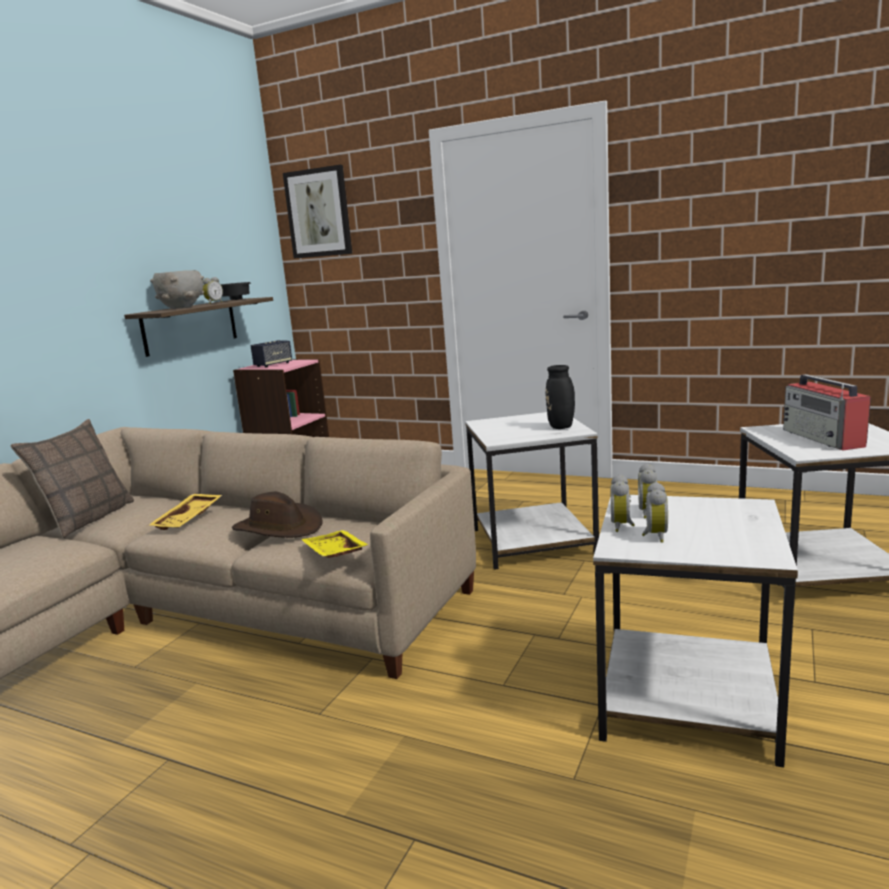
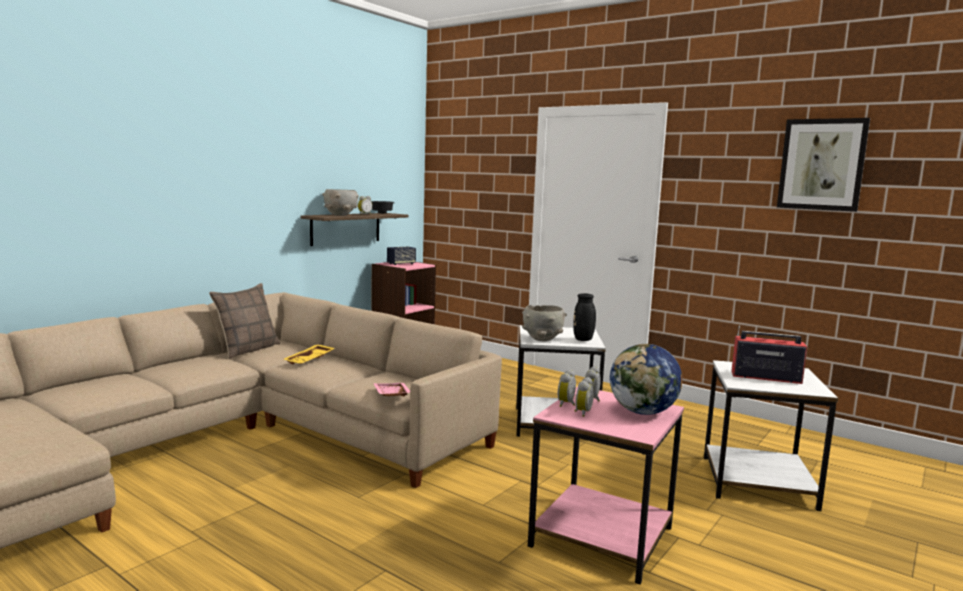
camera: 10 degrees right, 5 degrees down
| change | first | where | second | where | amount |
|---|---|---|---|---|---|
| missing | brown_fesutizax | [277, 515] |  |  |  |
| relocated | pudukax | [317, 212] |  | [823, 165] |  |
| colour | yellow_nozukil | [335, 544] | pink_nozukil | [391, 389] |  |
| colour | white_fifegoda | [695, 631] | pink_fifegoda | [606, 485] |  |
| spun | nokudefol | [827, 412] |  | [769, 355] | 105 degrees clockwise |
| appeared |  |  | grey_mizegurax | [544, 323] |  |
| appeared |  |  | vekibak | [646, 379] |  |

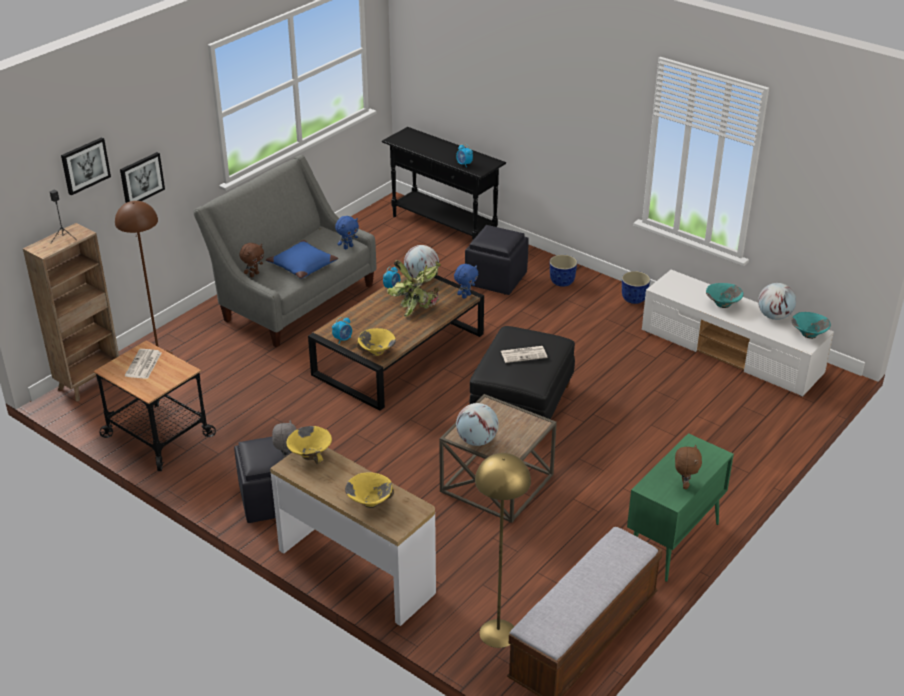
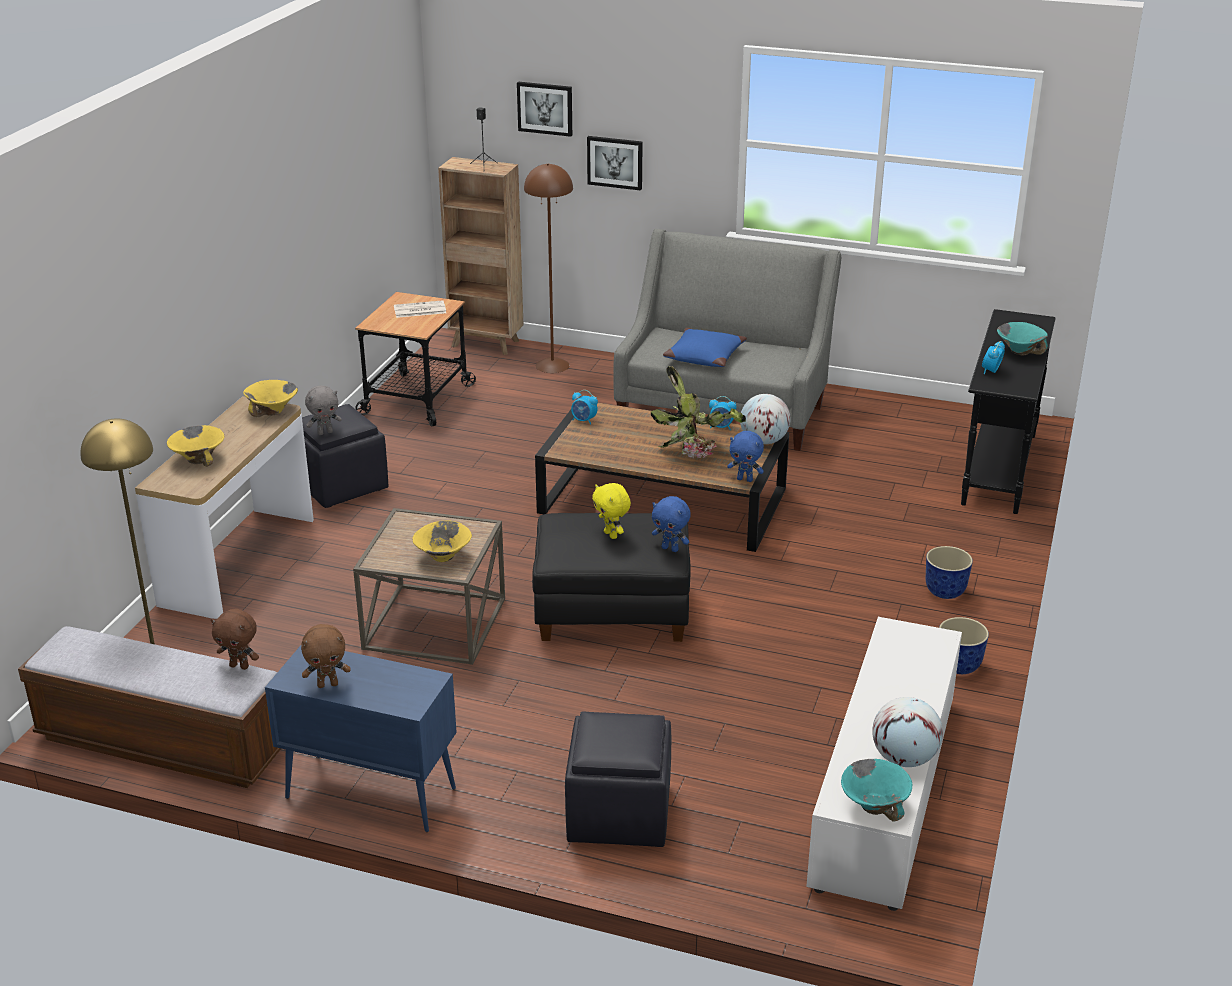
camera: 70 degrees right, 5 degrees down
| change | first | where | second | where | amount |
|---|---|---|---|---|---|
| relocated | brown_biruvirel | [251, 260] |  | [235, 639] |  |
| relocated | blue_biruvirel | [347, 233] |  | [671, 524] |  |
| relocated | yellow_mizegurax | [376, 342] |  | [442, 541] |  |
| missing | vekibak | [477, 424] |  |  |  |
| relocated | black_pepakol | [497, 260] |  | [618, 779] |  |
| exchanged | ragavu | [524, 354] | yellow_biruvirel | [611, 511] |  |
| colour | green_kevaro | [680, 507] | blue_kevaro | [361, 738] |  |
| relocated | turquoise_mizegurax | [724, 295] |  | [1022, 338] |  |

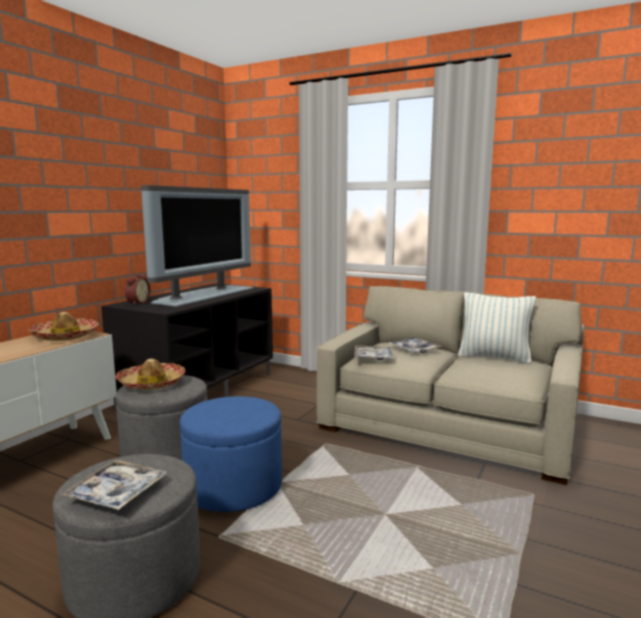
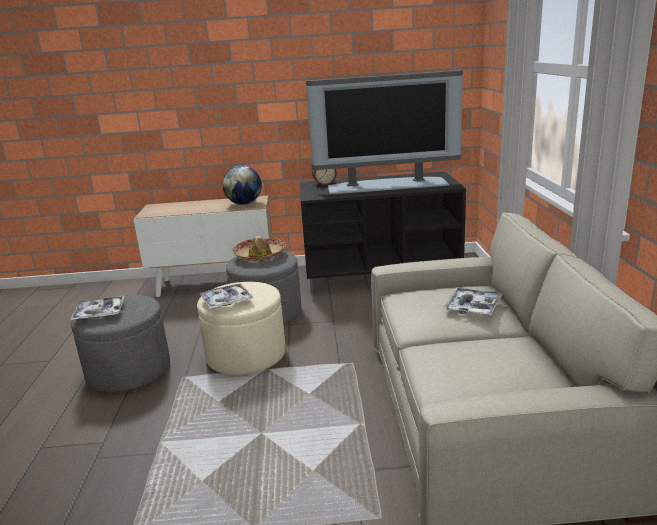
camera: 60 degrees right, 10 degrees up
| change | first | where | second | where | amount |
|---|---|---|---|---|---|
| exchanged | fesutizax | [63, 326] | vekibak | [242, 185] |  |
| colour | blue_pepakol | [231, 454] | beige_pepakol | [241, 328] |  |
| relocated | nozukil | [374, 353] |  | [226, 296] |  |
| missing | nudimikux | [497, 328] |  |  |  |

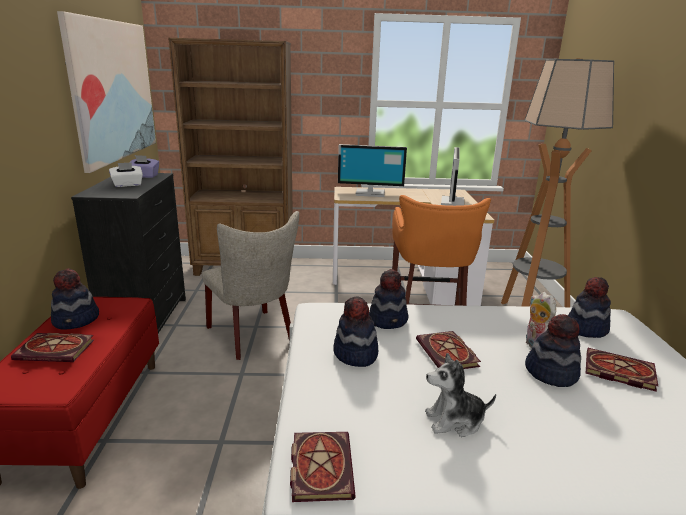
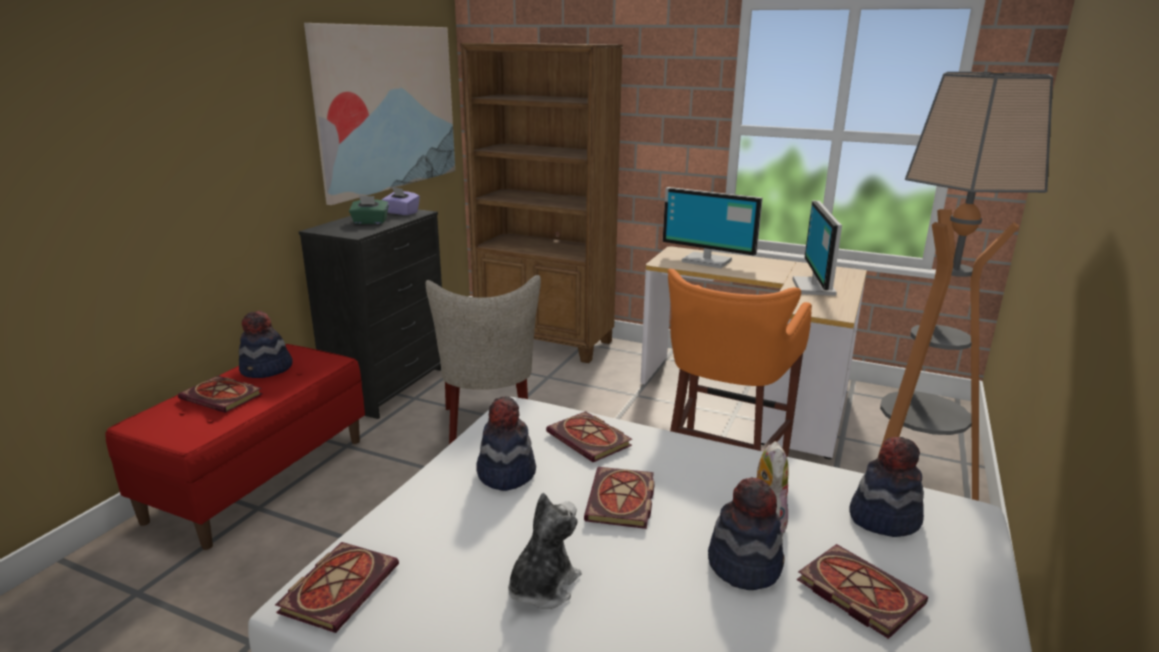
camera: 25 degrees right, 0 degrees up
| change | first | where | second | where | amount |
|---|---|---|---|---|---|
| colour | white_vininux | [126, 174] | green_vininux | [369, 210] |  |
| exchanged | fesutizax | [388, 299] | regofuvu | [589, 436] |  |
| spun | biruvirel | [460, 395] |  | [544, 551] | 105 degrees clockwise |
| spun | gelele | [452, 176] |  | [817, 248] | 150 degrees clockwise |

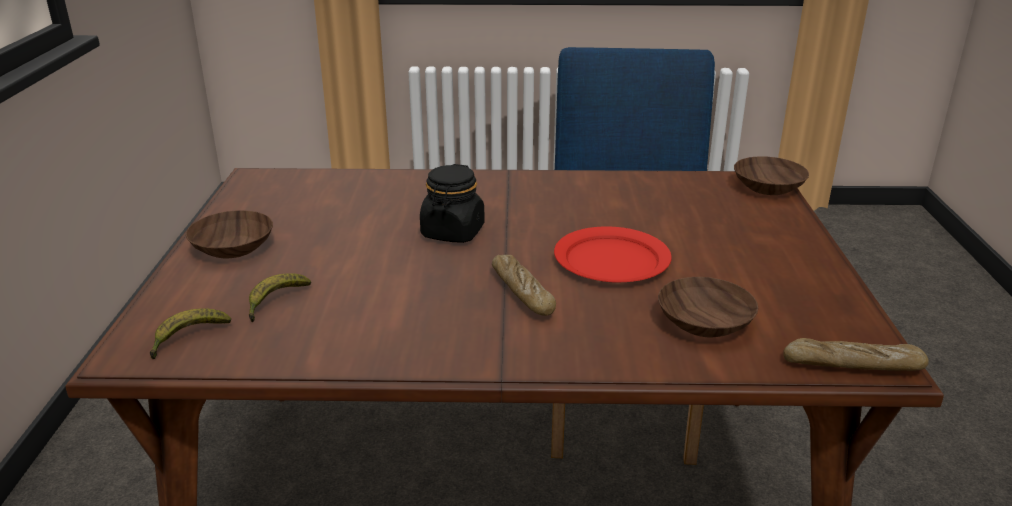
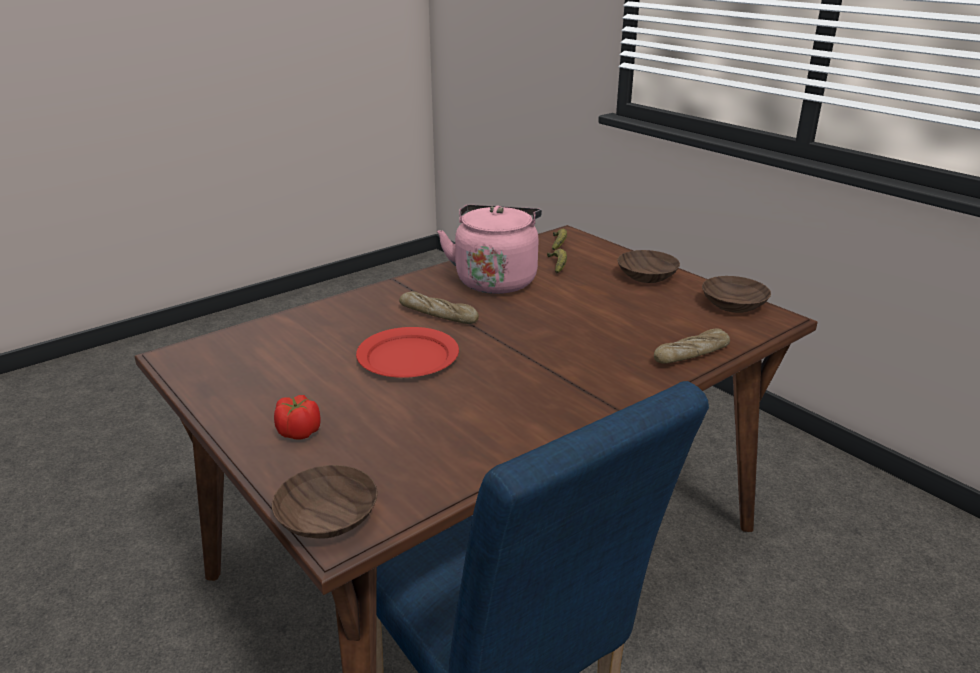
camera: 140 degrees right, 0 degrees up
| change | first | where | second | where | amount |
|---|---|---|---|---|---|
| missing | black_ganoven | [452, 203] |  |  |  |
| relocated | brown_mizegurax | [708, 307] |  | [736, 294] |  |
| relocated | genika | [856, 354] |  | [692, 346] |  |
| appeared |  |  | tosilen | [297, 417] |  |
| appeared |  |  | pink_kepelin | [489, 249] |  |

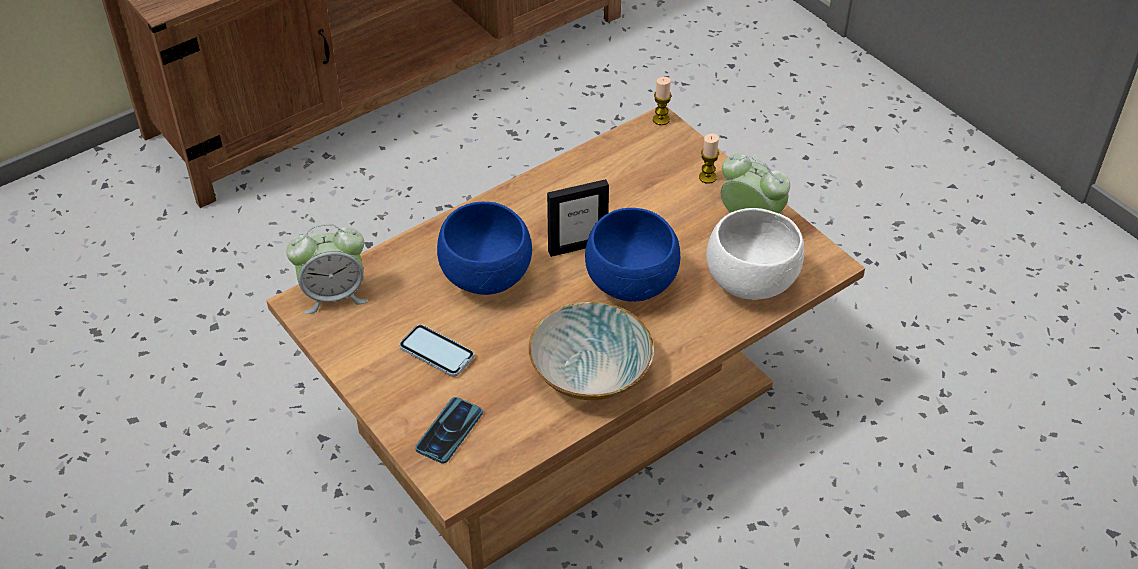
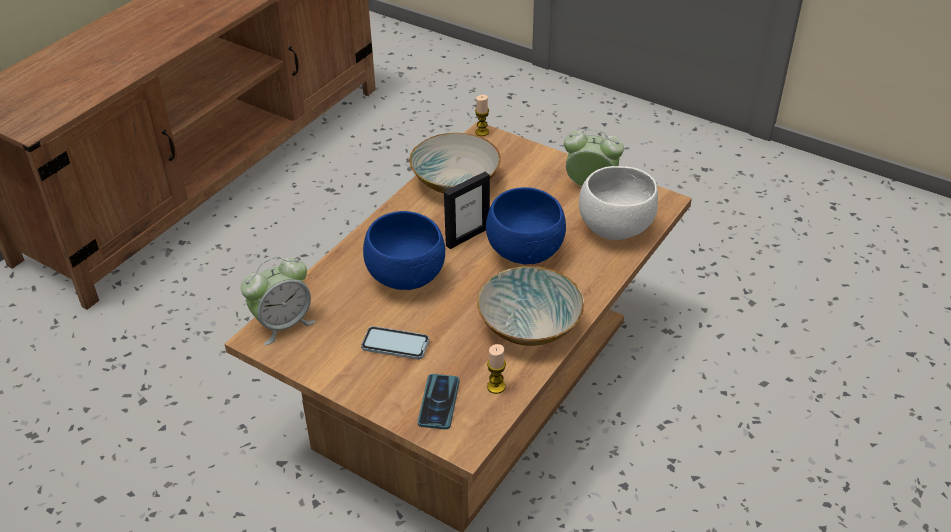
camera: 20 degrees left, 5 degrees down
| change | first | where | second | where | amount |
|---|---|---|---|---|---|
| relocated | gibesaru | [709, 159] |  | [496, 369] |  |
| appeared |  |  | mizegurax | [455, 163] |  |

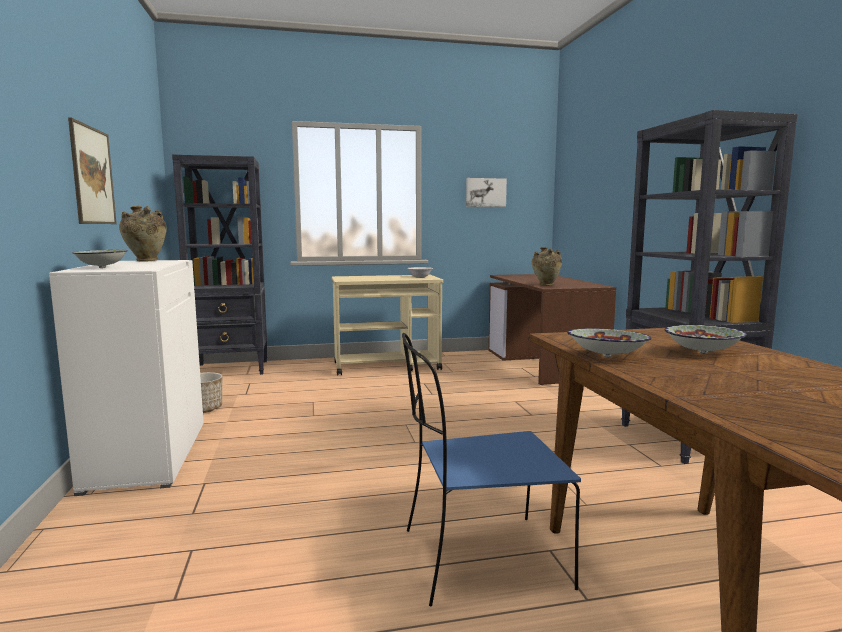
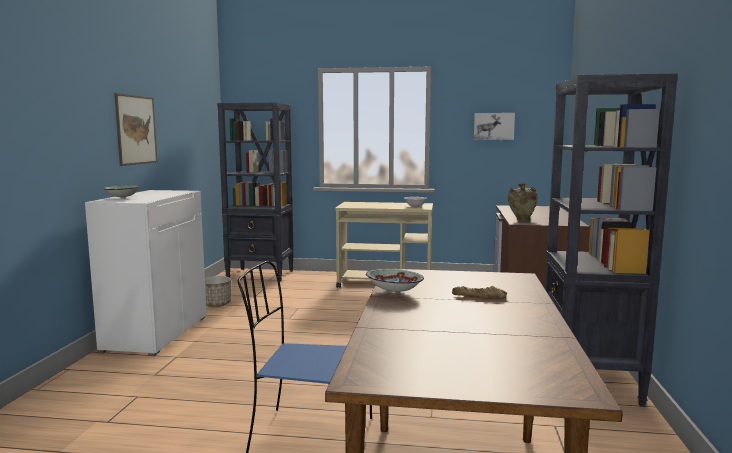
camera: 20 degrees right, 0 degrees up
| change | first | where | second | where | amount |
|---|---|---|---|---|---|
| missing | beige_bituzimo | [143, 234] |  |  |  |
| exchanged | mizegurax | [706, 339] | genika | [479, 292] |  |

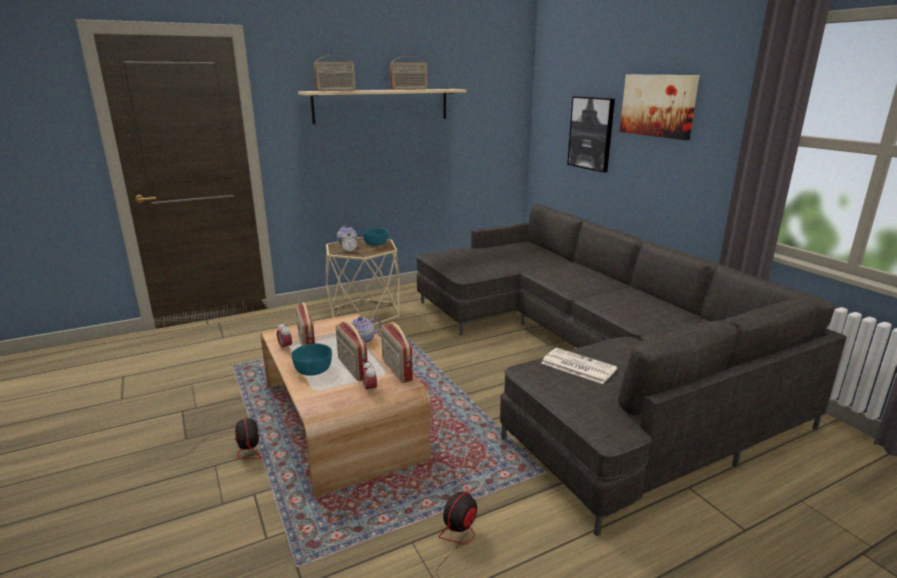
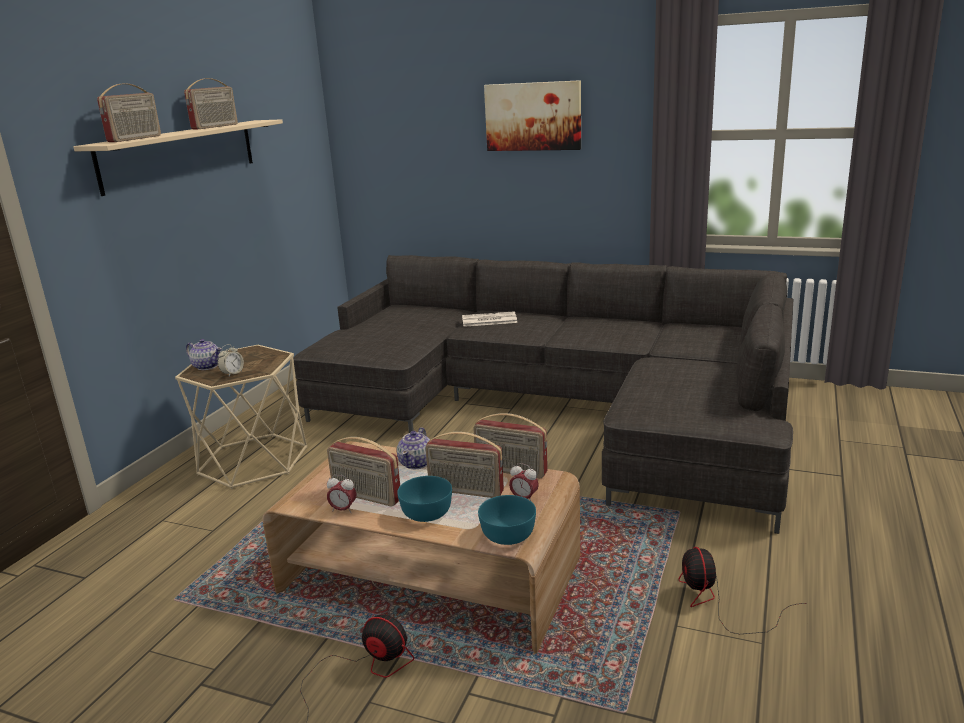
camera: 40 degrees left, 0 degrees up
| change | first | where | second | where | amount |
|---|---|---|---|---|---|
| relocated | turquoise_mizegurax | [375, 237] |  | [507, 520] |  |
| relocated | ragavu | [579, 366] |  | [489, 319] |  |
| missing | pudukax | [591, 134] |  |  |  |

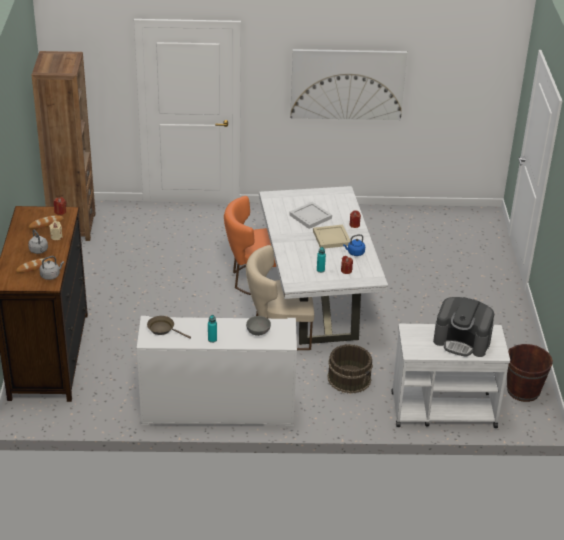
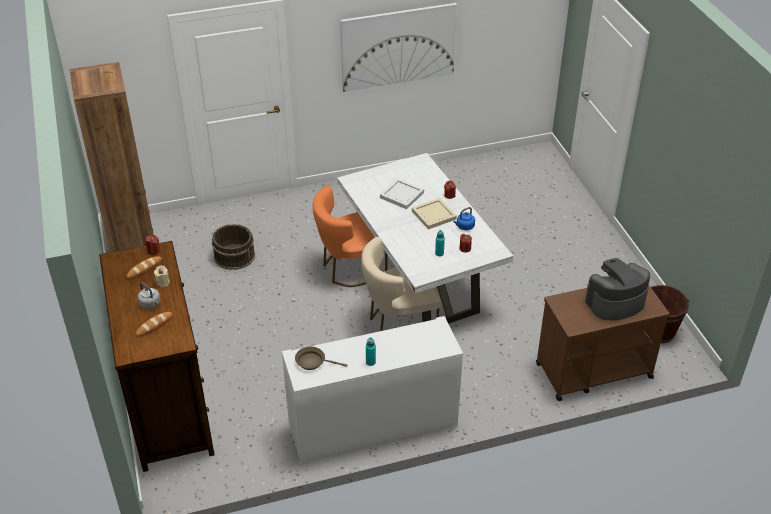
camera: 15 degrees left, 5 degrees up
| change | first | where | second | where | amount |
|---|---|---|---|---|---|
| missing | grey_kepelin | [52, 268] |  |  |  |
| missing | grey_mizegurax | [258, 326] |  |  |  |
| relocated | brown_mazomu | [350, 368] |  | [233, 247] |  |
| colour | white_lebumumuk | [451, 376] | brown_lebumumuk | [603, 343] |  |
| spun | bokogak | [463, 327] |  | [617, 289] | 150 degrees clockwise |

